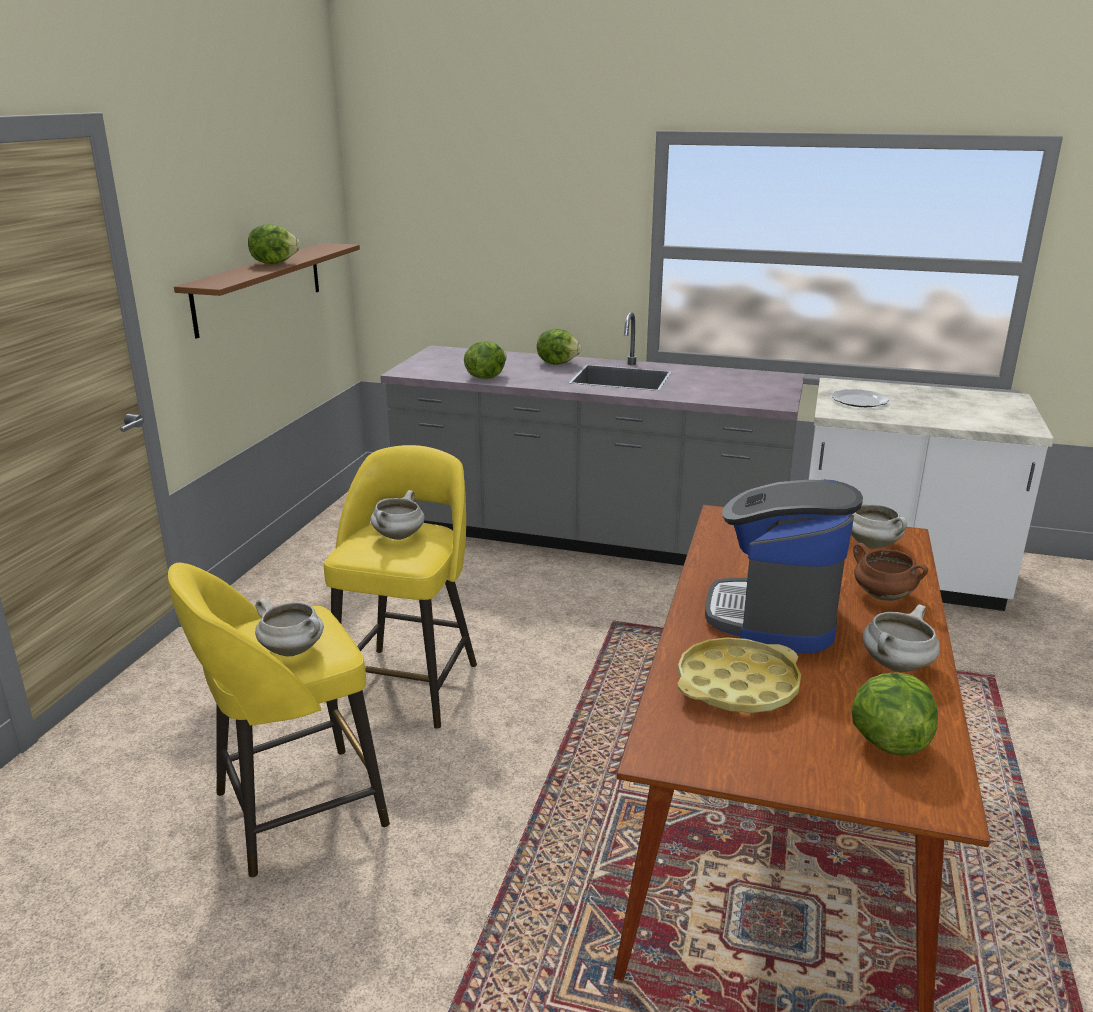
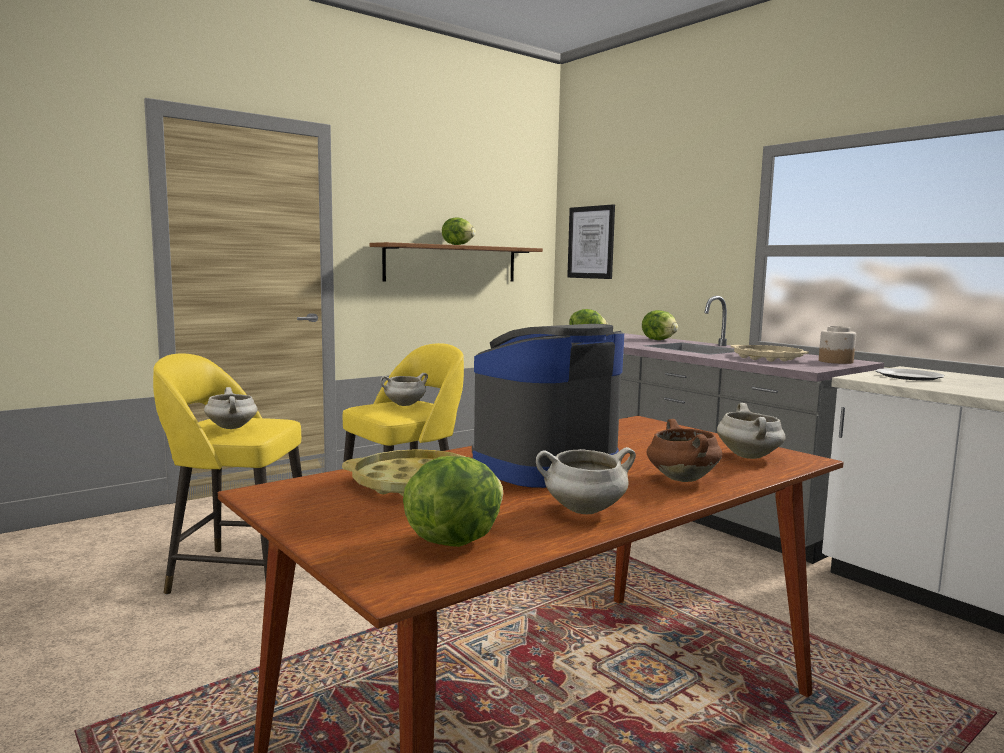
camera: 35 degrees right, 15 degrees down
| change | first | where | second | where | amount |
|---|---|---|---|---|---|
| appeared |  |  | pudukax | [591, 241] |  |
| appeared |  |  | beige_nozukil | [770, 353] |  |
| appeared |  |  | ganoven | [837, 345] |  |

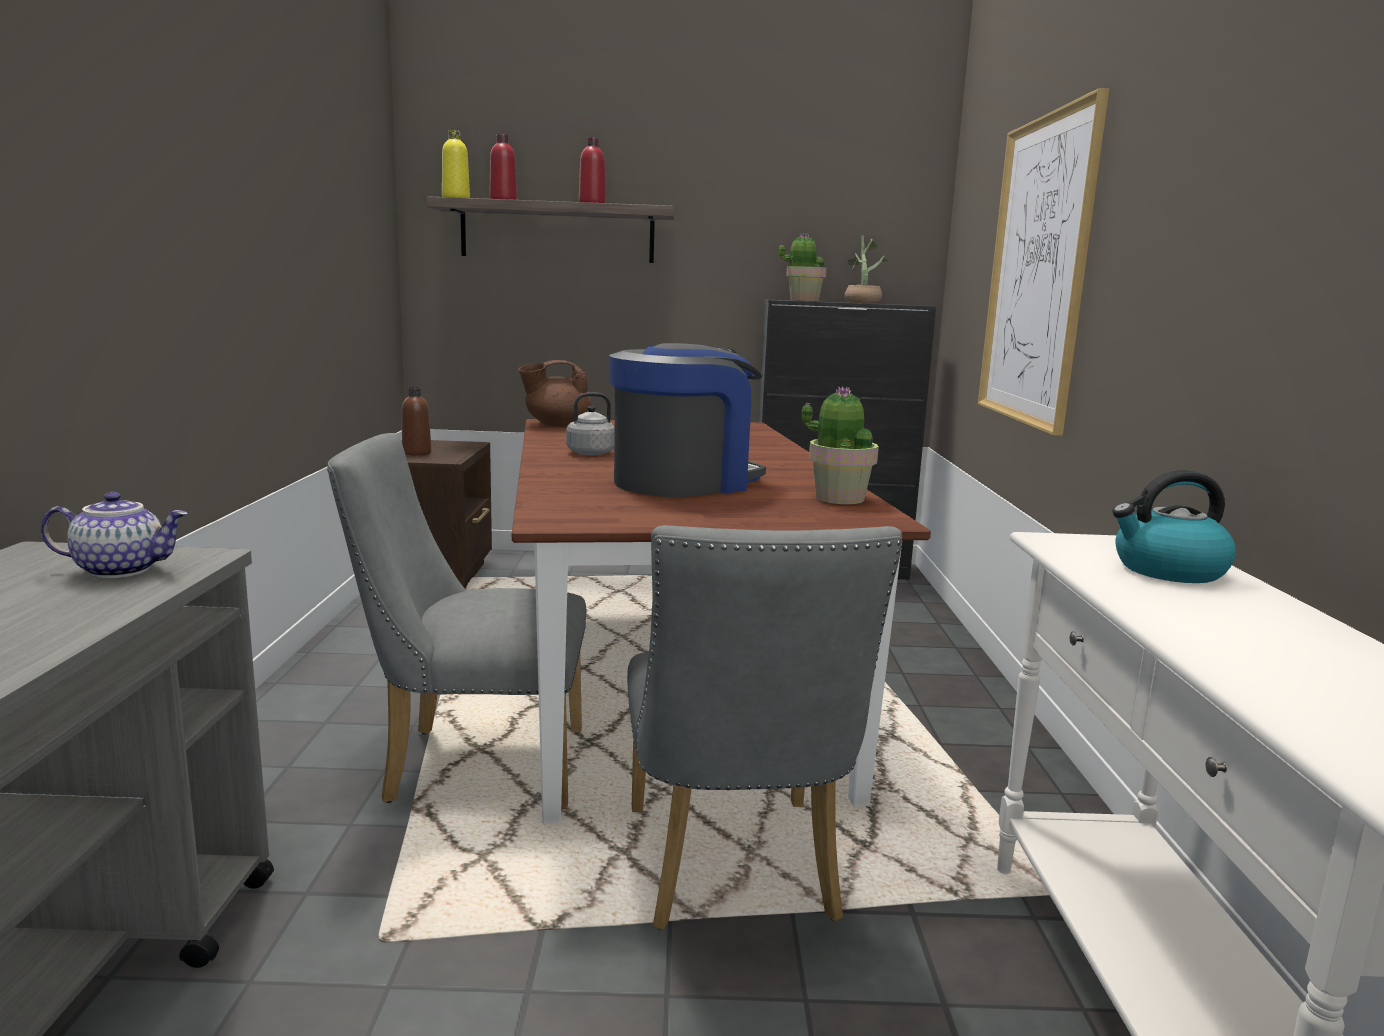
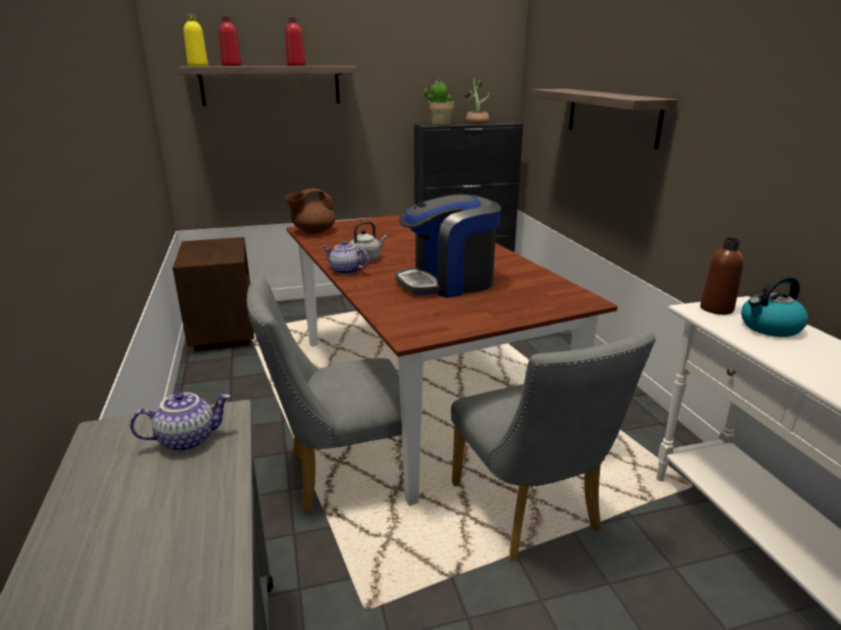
camera: 15 degrees left, 10 degrees up
| change | first | where | second | where | amount |
|---|---|---|---|---|---|
| relocated | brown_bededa | [416, 421] |  | [722, 276] |  |
| spun | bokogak | [687, 420] |  | [448, 246] | 150 degrees counterclockwise |
| missing | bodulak | [840, 445] |  |  |  |
| exchanged | pudukax | [1043, 262] | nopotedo | [605, 119] |  |
| appeared |  |  | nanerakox | [346, 258] |  |

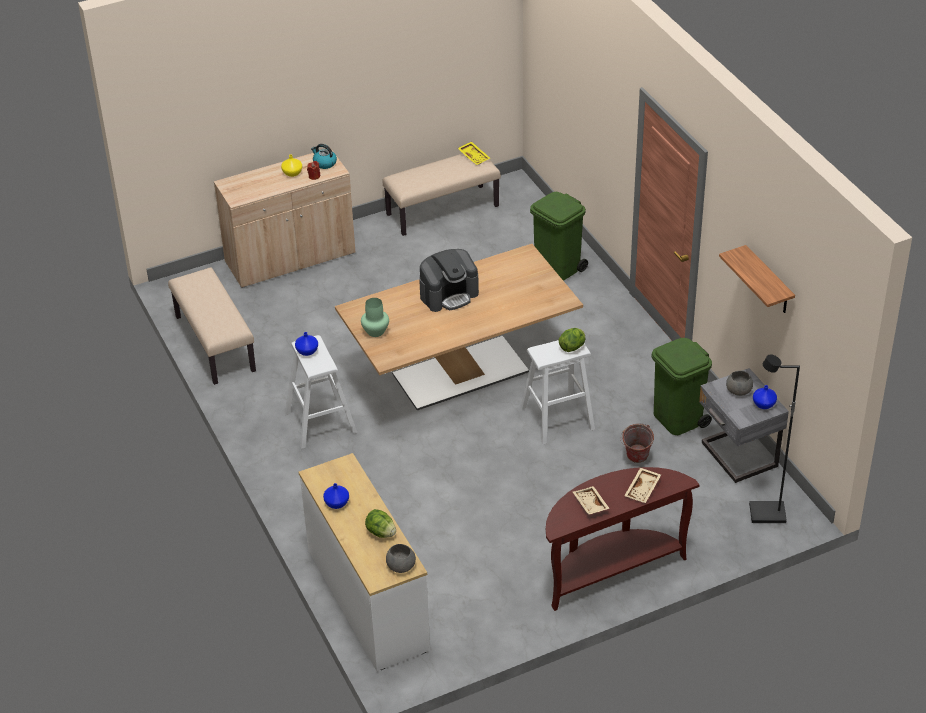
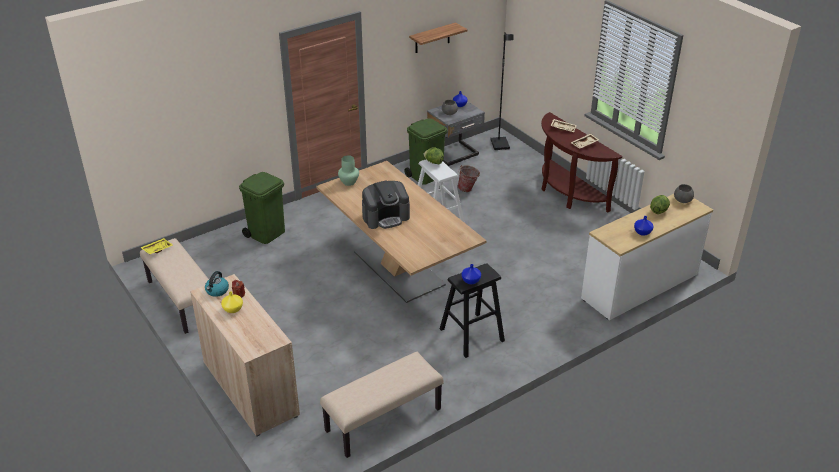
camera: 100 degrees left, 5 degrees down
| change | first | where | second | where | amount |
|---|---|---|---|---|---|
| colour | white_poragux | [320, 392] | black_poragux | [472, 310] |  |
| relocated | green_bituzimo | [375, 317] |  | [348, 170] |  |
| spun | bokogak | [449, 280] |  | [386, 204] | 105 degrees clockwise |

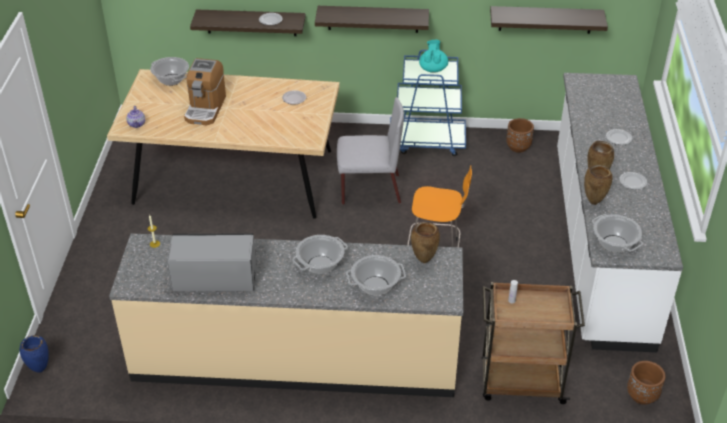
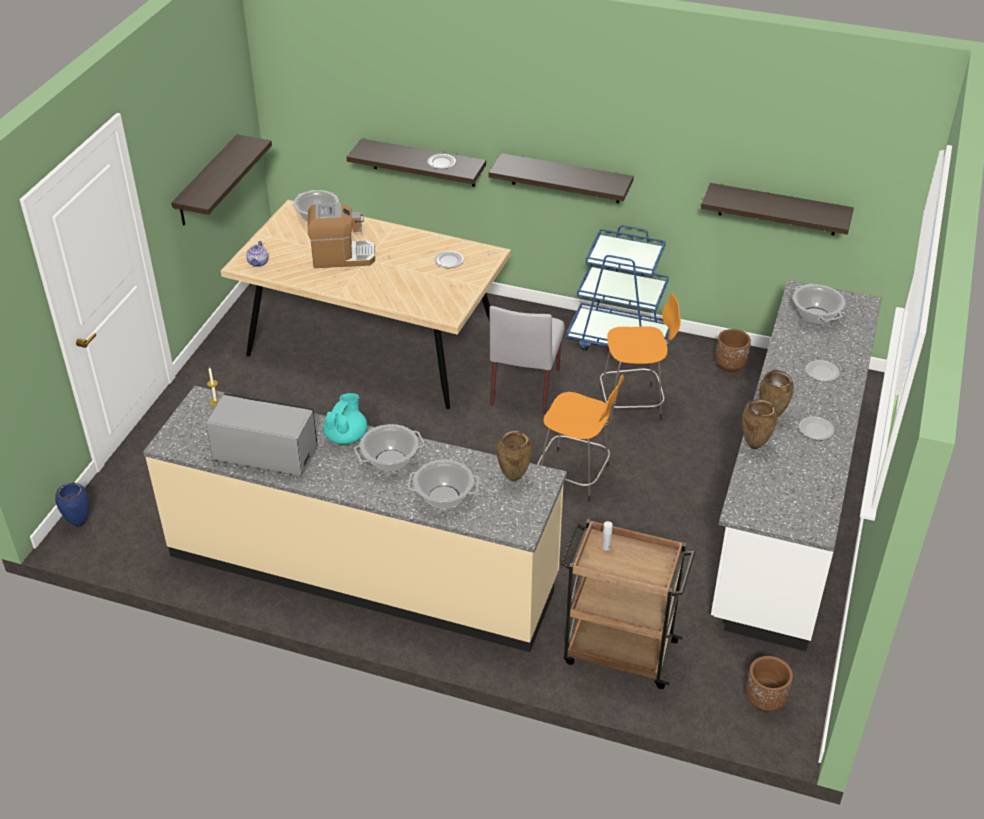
camera: 15 degrees right, 0 degrees up
| change | first | where | second | where | amount |
|---|---|---|---|---|---|
| spun | bokogak | [205, 91] |  | [341, 235] | 120 degrees counterclockwise |
| spun | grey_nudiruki | [370, 151] |  | [527, 360] | 90 degrees clockwise |
| relocated | turquoise_nanerakox | [433, 56] |  | [345, 418] |  |
| relocated | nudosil | [617, 233] |  | [819, 304] |  |
| appeared |  |  | nopotedo | [221, 179] |  |
| appeared |  |  | orange_poragux | [640, 358] |  |

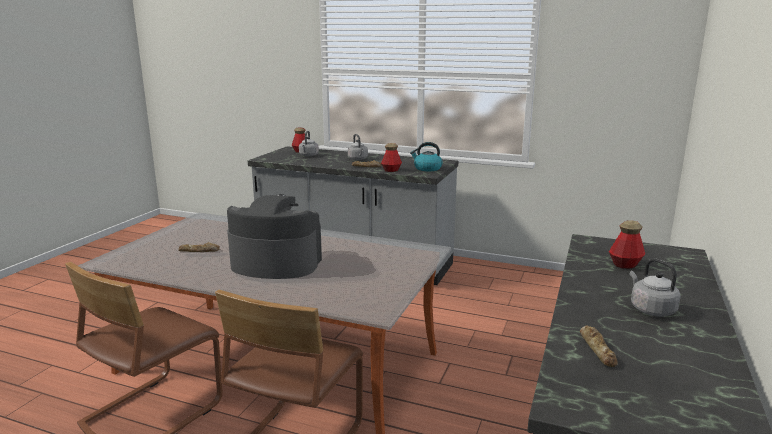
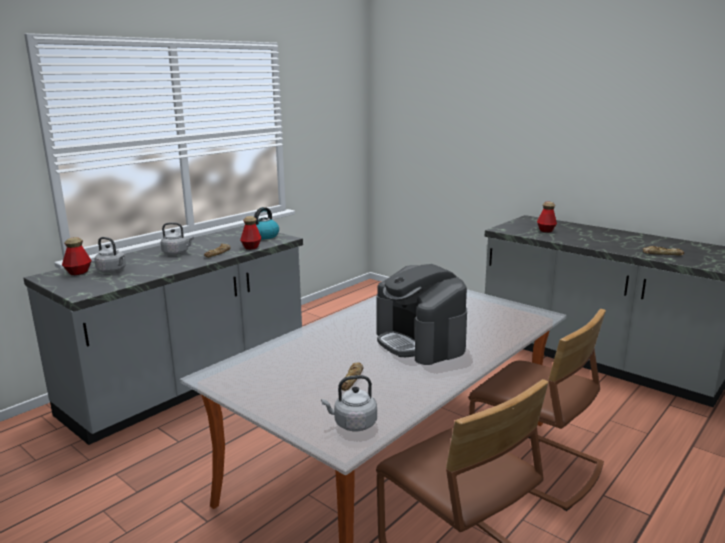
camera: 70 degrees left, 0 degrees up
| change | first | where | second | where | amount |
|---|---|---|---|---|---|
| spun | bokogak | [274, 236] |  | [421, 314] | 60 degrees counterclockwise |
| relocated | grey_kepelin | [655, 288] |  | [349, 403] |  |

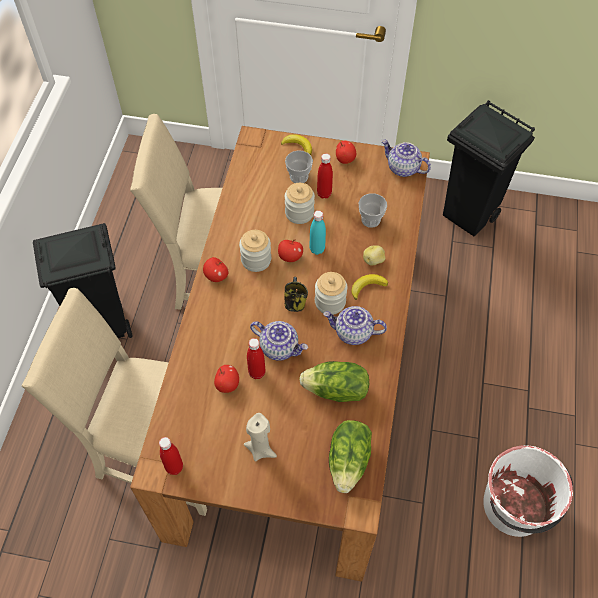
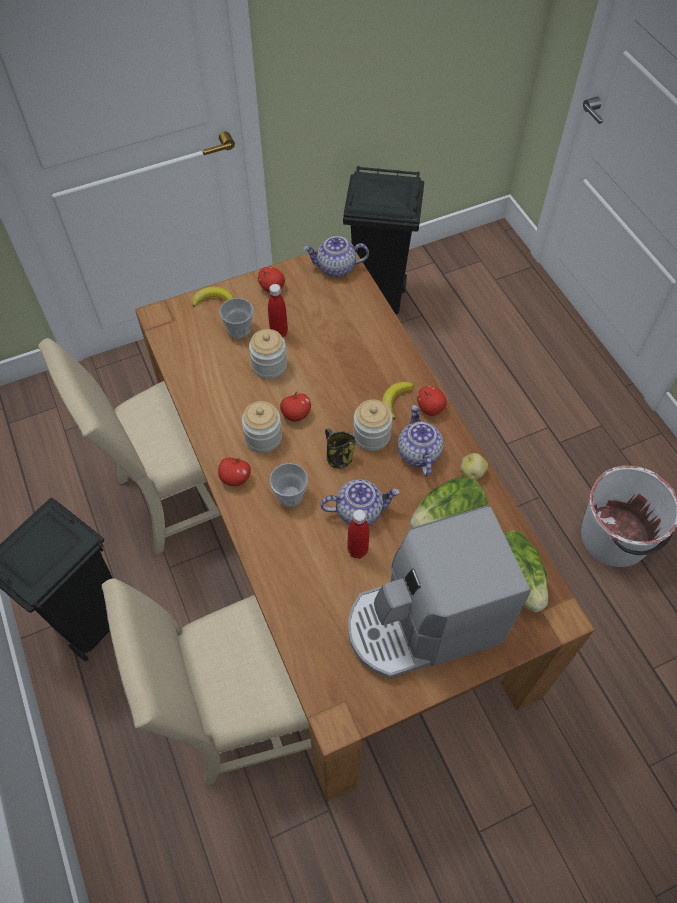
camera: 35 degrees left, 0 degrees up
| change | first | where | second | where | amount |
|---|---|---|---|---|---|
| missing | red_bededa | [171, 456] |  |  |  |
| relocated | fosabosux | [226, 379] |  | [432, 401] |  |
| exchanged | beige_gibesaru | [260, 437] | bokogak | [439, 592] |  |
| missing | turquoise_bededa | [317, 232] |  |  |  |
| spun | nanerakox | [355, 325] |  | [420, 441] | 105 degrees clockwise |
| relocated | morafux | [372, 210] |  | [288, 485] |  |
| relocated | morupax | [374, 255] |  | [474, 466] |  |

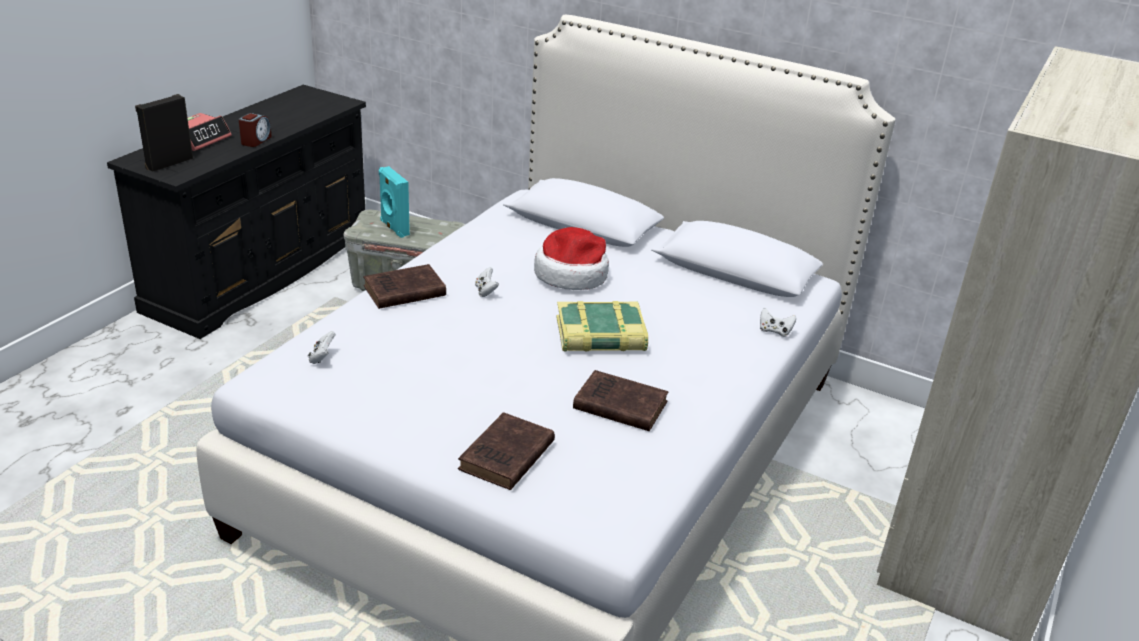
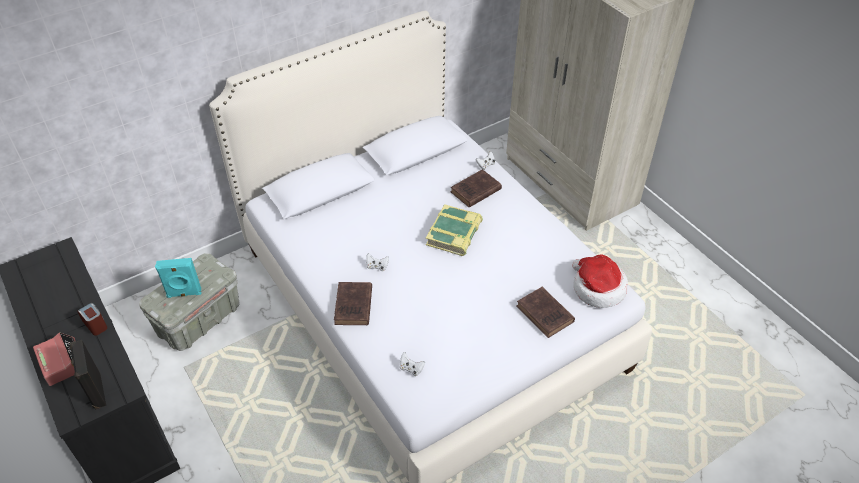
camera: 60 degrees left, 15 degrees up
| change | first | where | second | where | amount |
|---|---|---|---|---|---|
| relocated | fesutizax | [571, 258] |  | [600, 281] |  |
| relocated | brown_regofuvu | [621, 400] |  | [476, 188] |  |

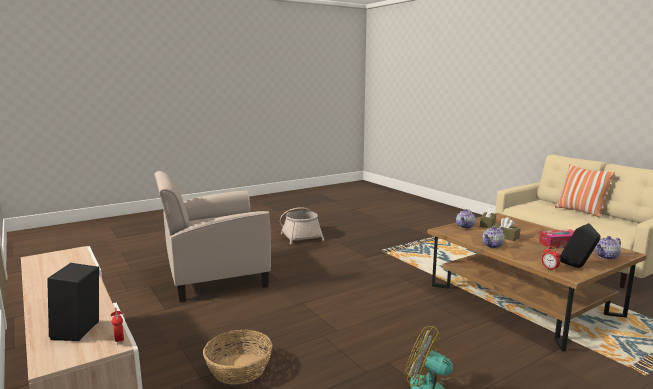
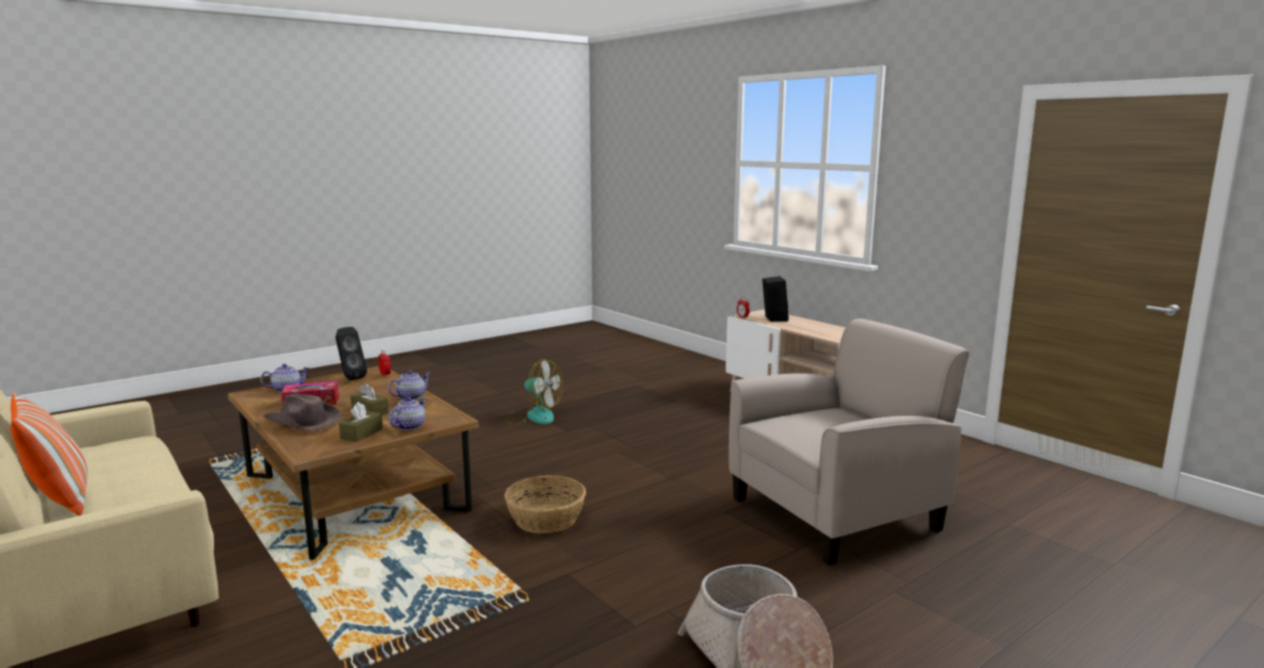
camera: 175 degrees right, 0 degrees up
| change | first | where | second | where | amount |
|---|---|---|---|---|---|
| relocated | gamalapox | [237, 357] |  | [545, 504] |  |
| appeared |  |  | brown_fesutizax | [302, 412] |  |

